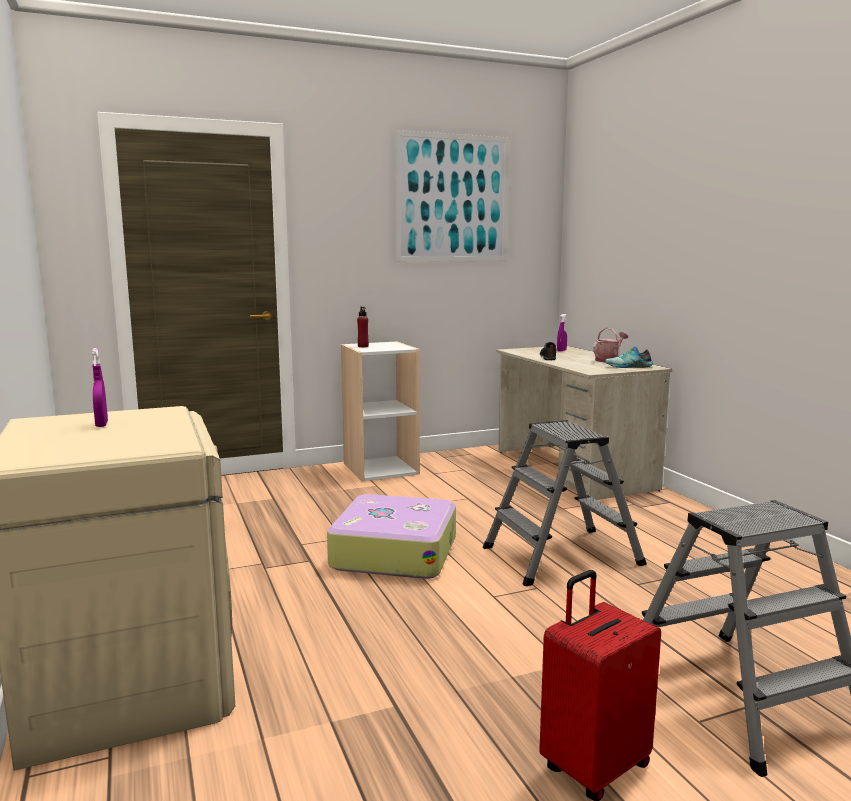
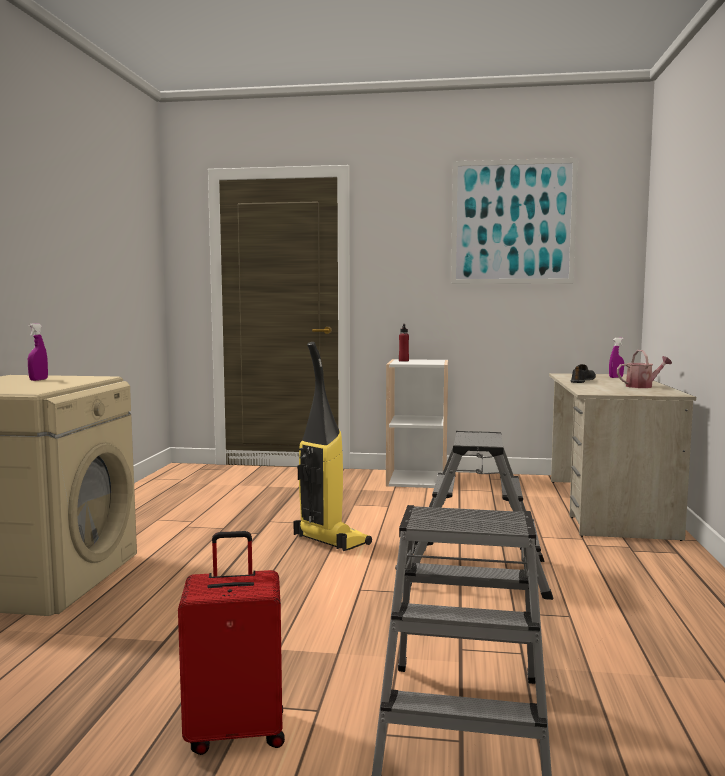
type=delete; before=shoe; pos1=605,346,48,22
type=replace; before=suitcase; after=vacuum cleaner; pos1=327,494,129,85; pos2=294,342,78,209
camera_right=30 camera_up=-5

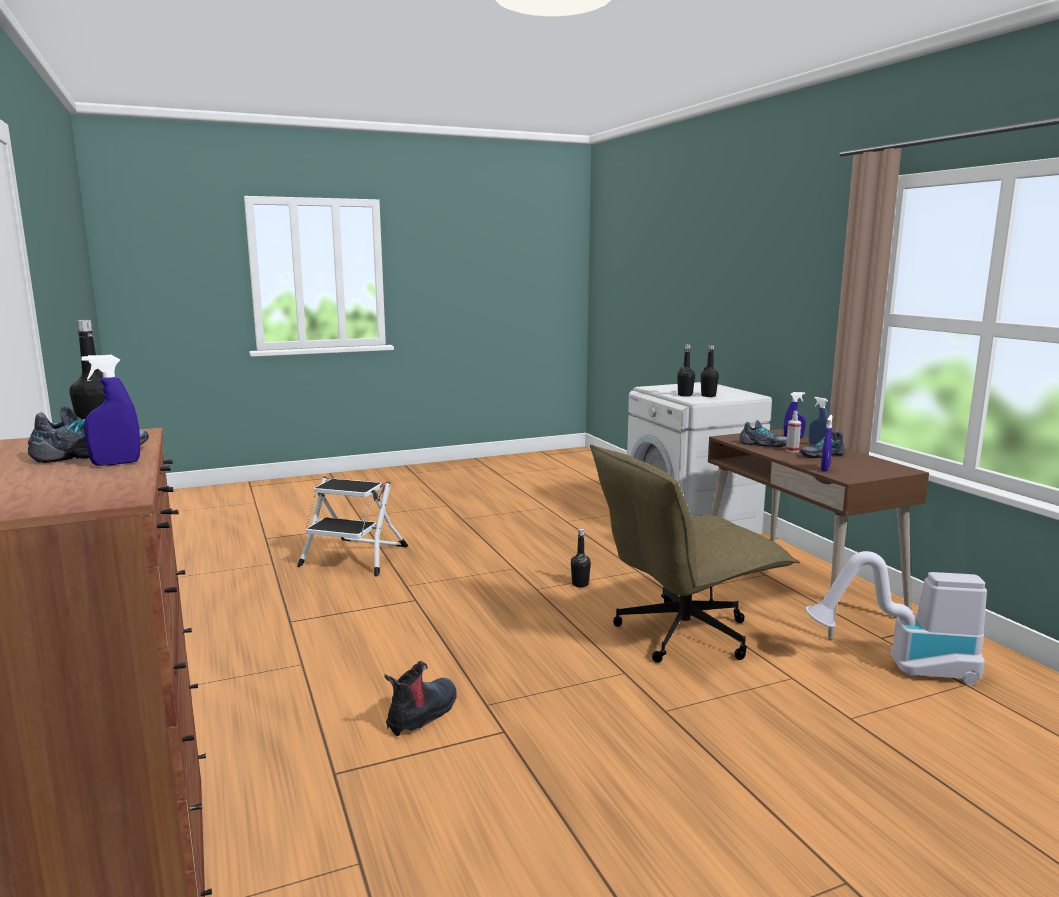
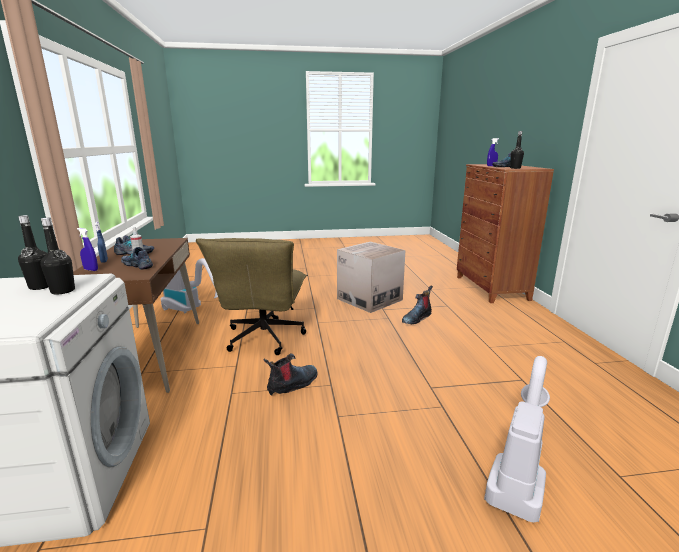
type=delete; before=blue spray bottle; pos1=821,415,12,57
type=rotate; before=beige office chair; pos1=590,444,210,219; pos2=196,238,112,117; turn=105
type=replace; before=step ladder; after=vacuum cleaner; pos1=297,476,111,100; pos2=484,356,66,166
type=replace; before=black bottle; after=boot; pos1=571,529,20,58; pos2=264,353,54,42
type=insert; after=cardboard box; pos2=337,242,69,71
camera_right=-165 camera_up=5

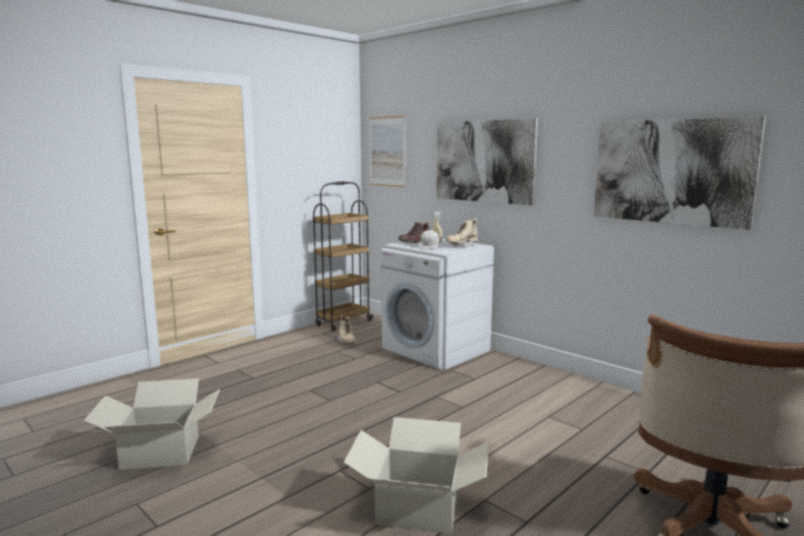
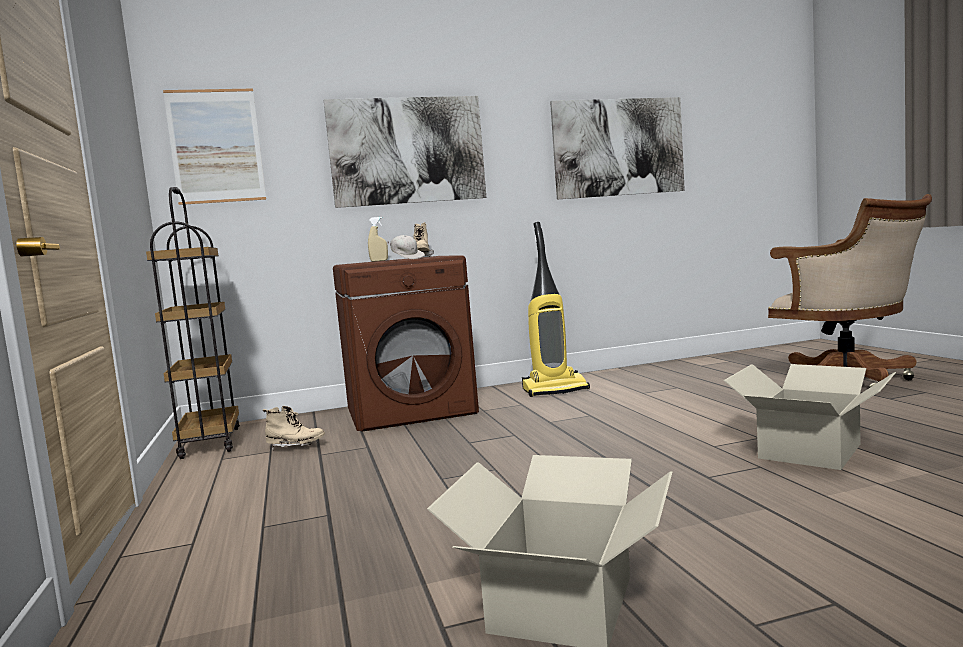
type=delete; before=brown boot; pos1=398,222,31,21
type=recolor; before=white washing machine; after=brown washing machine; pos1=381,238,113,132; pos2=333,255,146,177
type=insert; after=vacuum cleaner; pos2=522,222,68,175
camera_right=-60 camera_up=-5

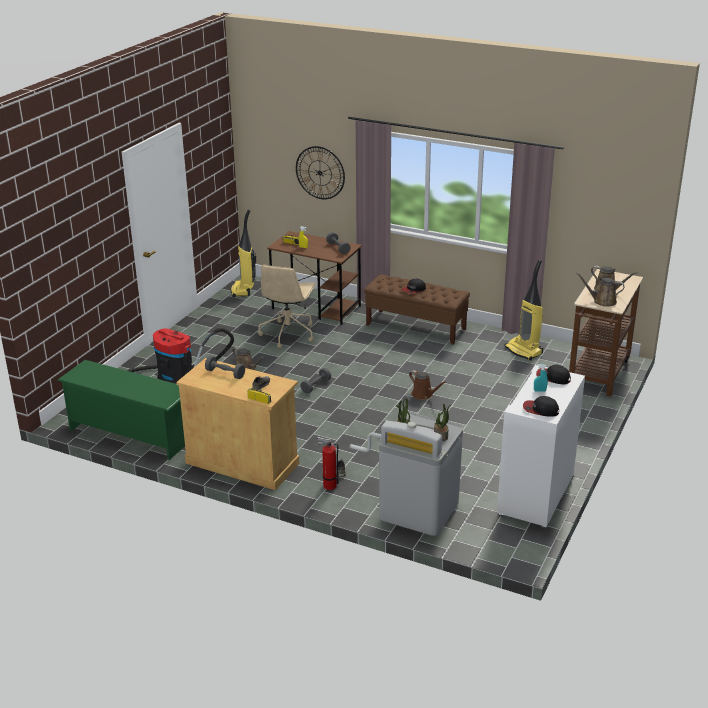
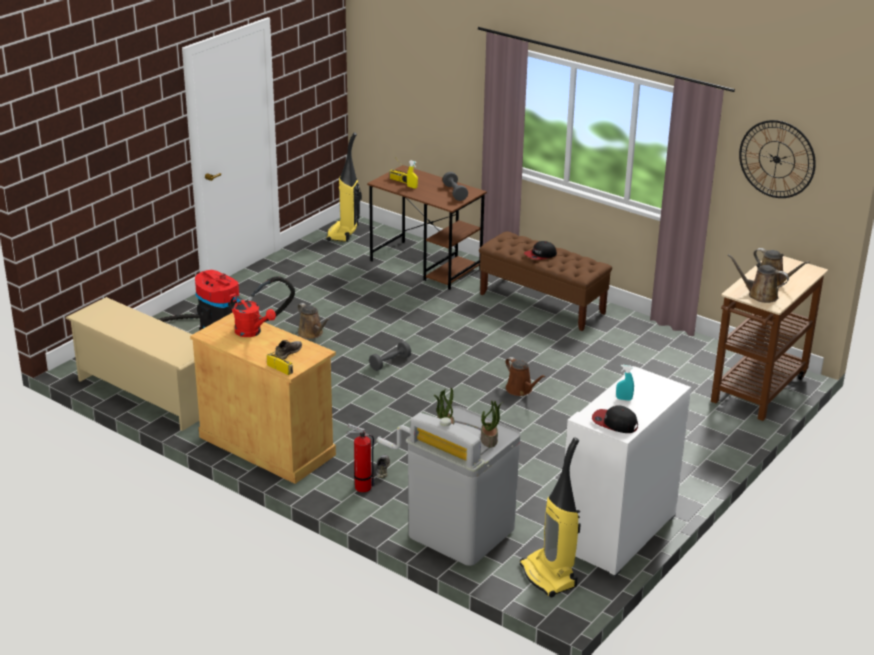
type=move; before=wall clock; pos1=296,146,49,53; pos2=739,120,77,78
type=move; before=vacuum cleaner; pos1=504,260,39,101; pos2=520,437,61,160
type=delete; before=beige office chair; pos1=258,265,59,83
type=replace; before=grey dumbbell; after=red watering can; pos1=205,356,40,23; pos2=230,295,46,42
type=recolor; before=green shoe rack; after=beige shoe rack; pos1=57,360,128,100; pos2=66,297,133,134
type=delete; before=cap; pos1=536,365,35,19
camera_right=10 camera_up=0

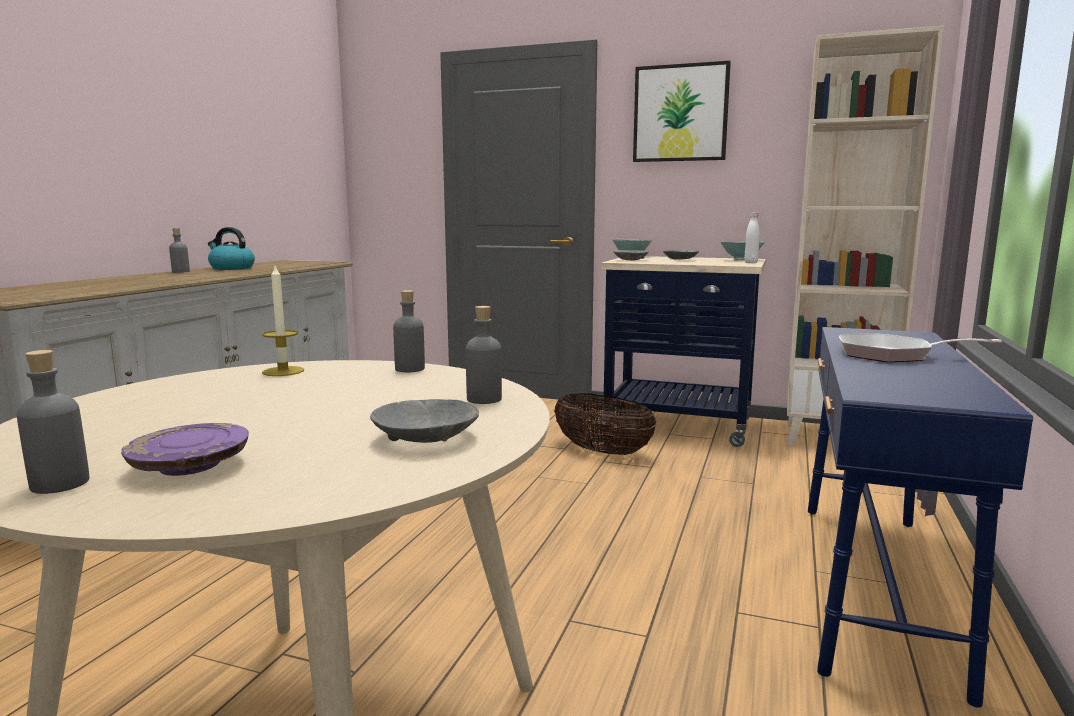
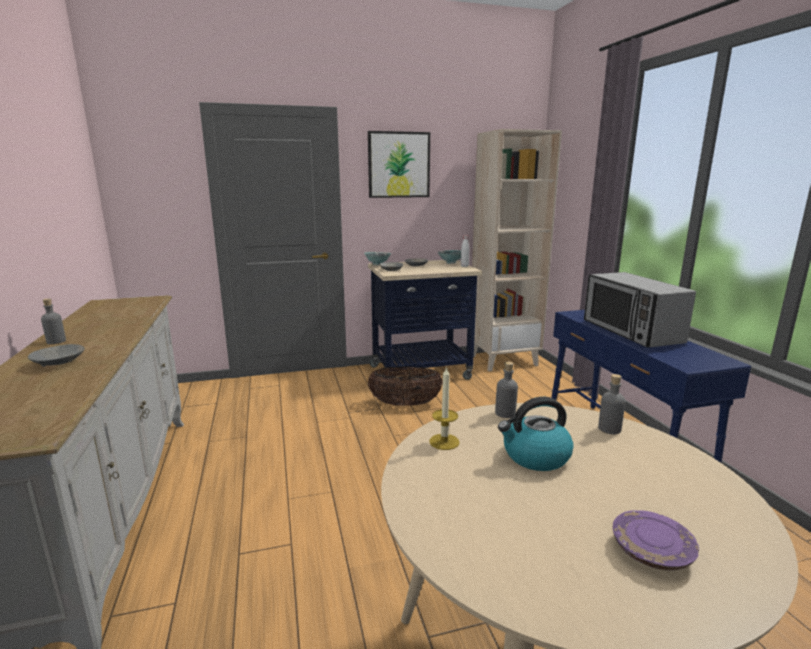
type=move; before=kettle; pos1=208,227,47,43; pos2=498,397,76,74
type=replace; before=frying pan; after=microwave; pos1=839,333,163,29; pos2=584,272,112,76
type=delete; before=grey bottle; pos1=17,350,73,144
type=move; before=grey bowl; pos1=370,399,109,44; pos2=28,344,57,23
camera_right=-35 camera_up=5

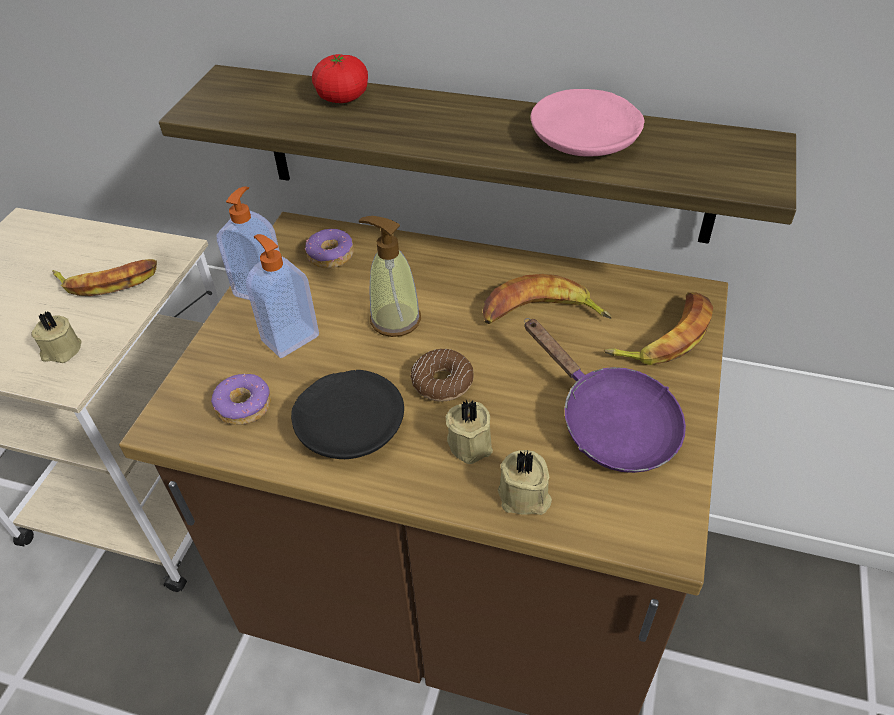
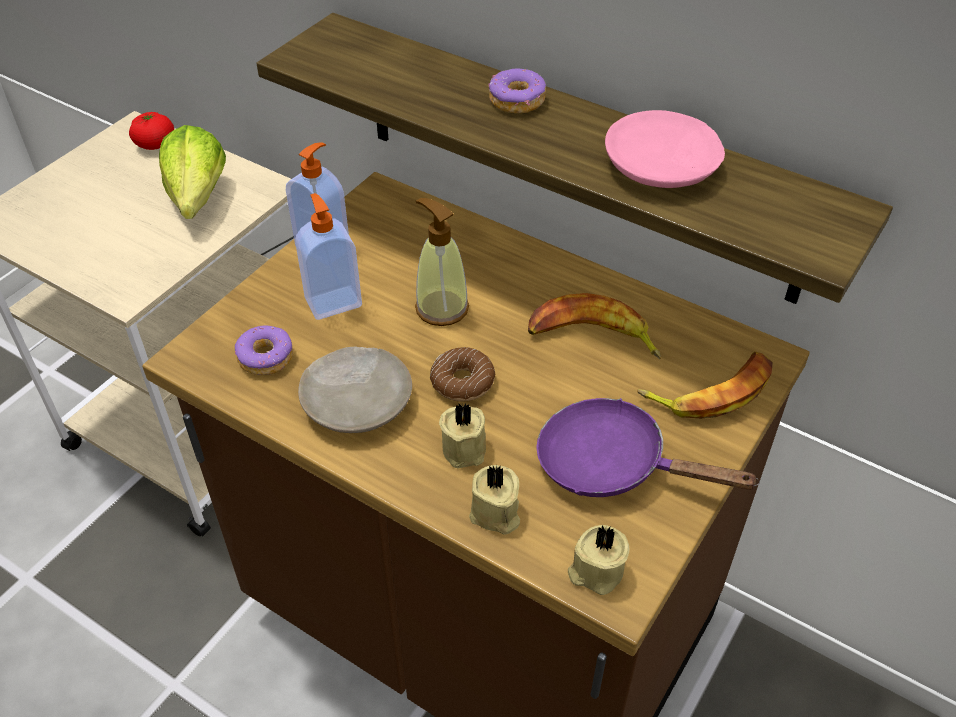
type=move; before=tomato; pos1=312,54,56,49; pos2=129,112,45,38
type=move; before=donut; pos1=305,229,49,39; pos2=488,68,58,45
type=replace; before=banana; after=lettuce; pos1=52,259,105,37; pos2=159,125,67,94
type=move; before=beige candle; pos1=31,311,51,52; pos2=568,525,61,70
type=rotate; before=purple frying pan; pos1=524,318,162,155; pos2=536,398,224,99; turn=135
type=recolor; before=black plate; after=beige plate; pos1=291,370,113,89; pos2=298,347,114,86
camera_right=15 camera_up=0

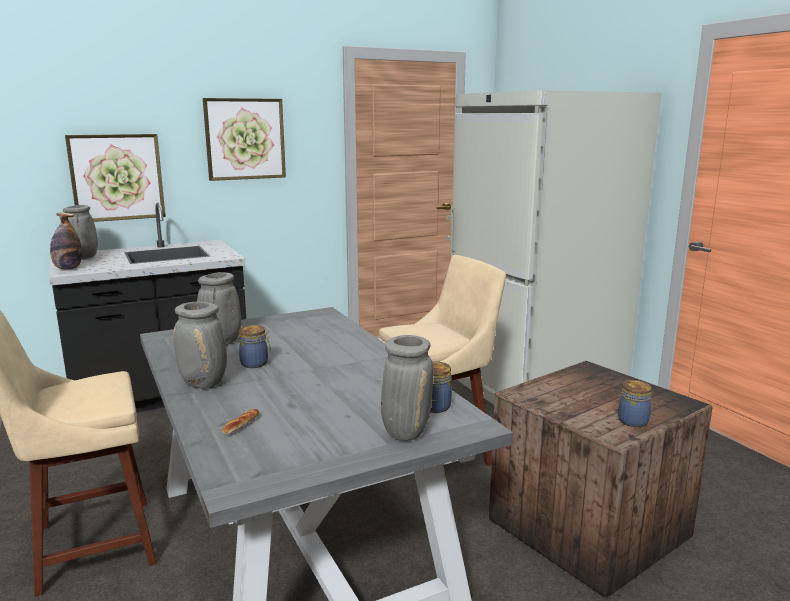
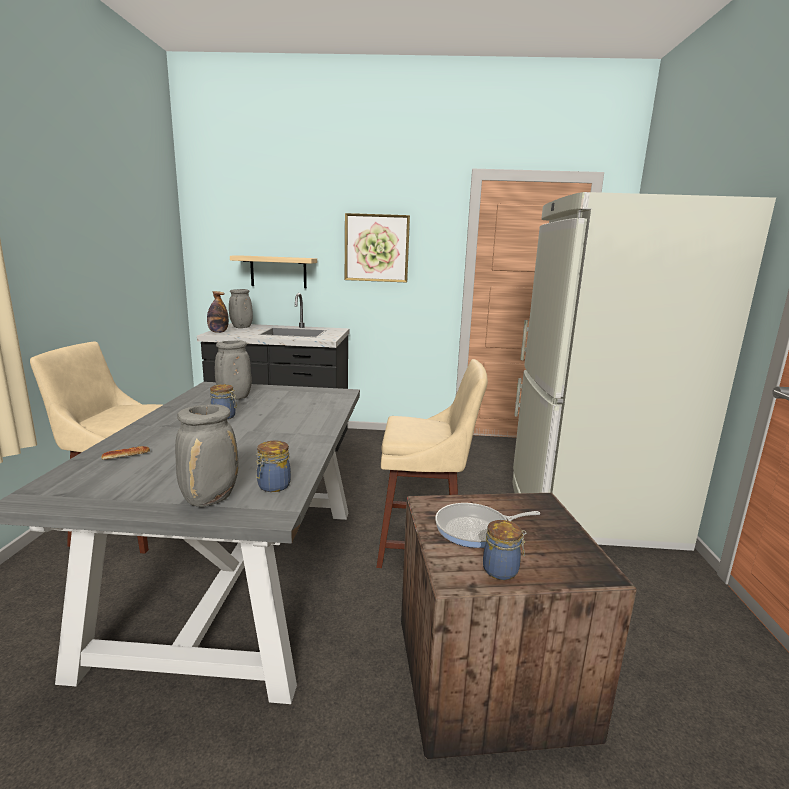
type=replace; before=picture; after=shelf; pos1=65,134,101,88; pos2=230,255,87,33
type=delete; before=grey vase; pos1=173,302,54,86
type=insert; after=frying pan; pos2=435,503,105,45
camera_right=30 camera_up=0

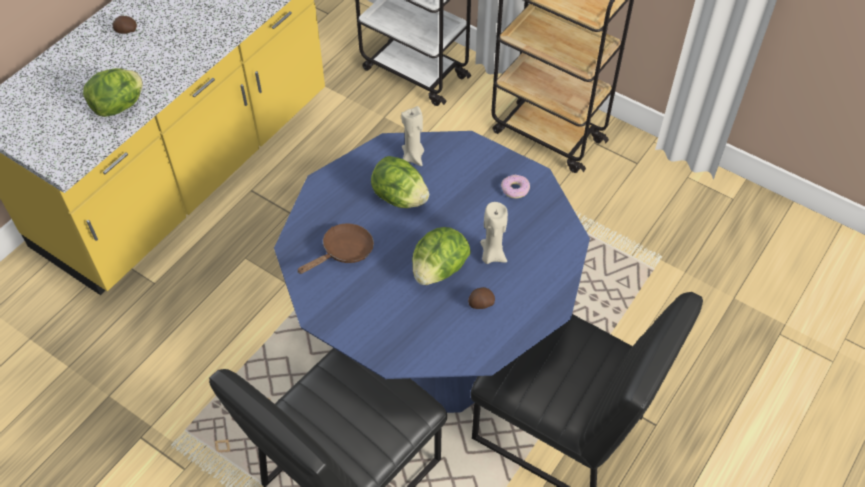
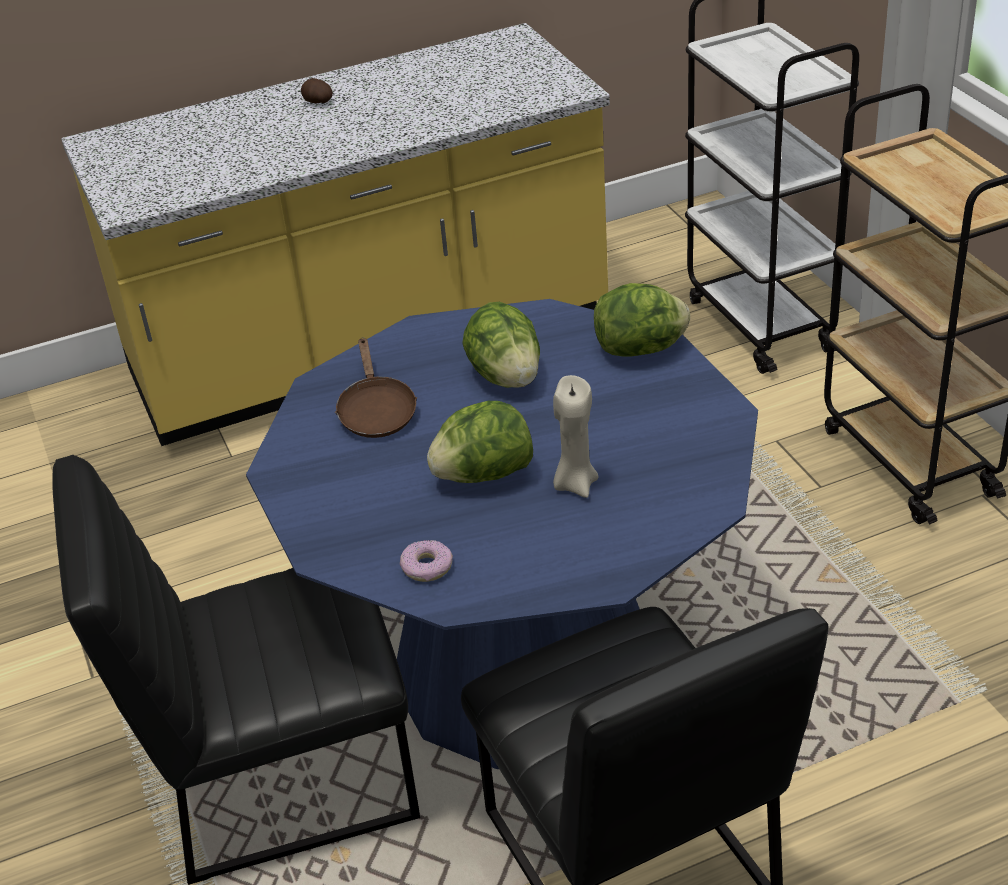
type=move; before=lettuce; pos1=83,68,60,49; pos2=594,283,96,74
type=delete; before=beige candle; pos1=401,106,23,60
type=move; before=donut; pos1=501,175,29,24; pos2=400,540,53,42
type=rotate; before=brown frying pan; pos1=297,224,77,50; pos2=335,337,82,101; turn=90
type=delete; before=potato; pos1=468,287,27,22
camera_right=35 camera_up=-15

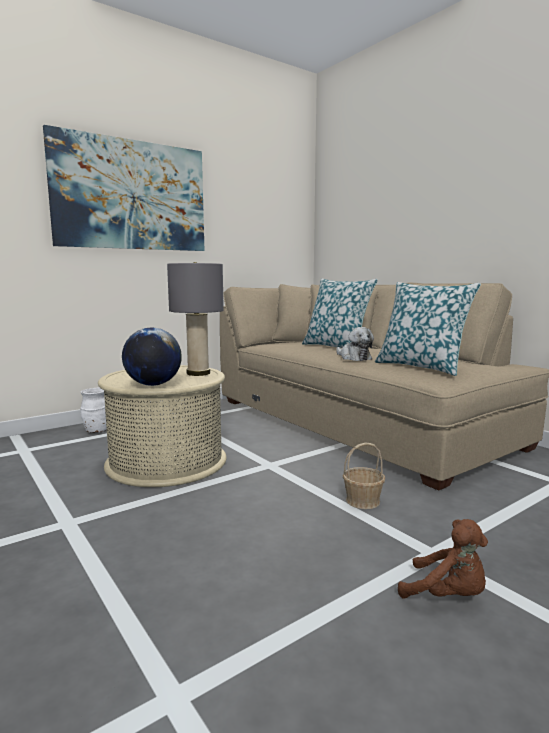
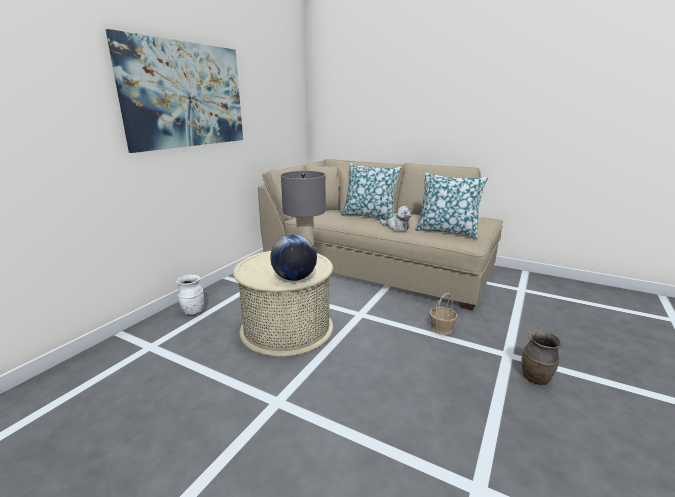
type=replace; before=brown plush toy; after=brown vase; pos1=398,519,90,79; pos2=521,330,41,55
camera_right=-25 camera_up=10

